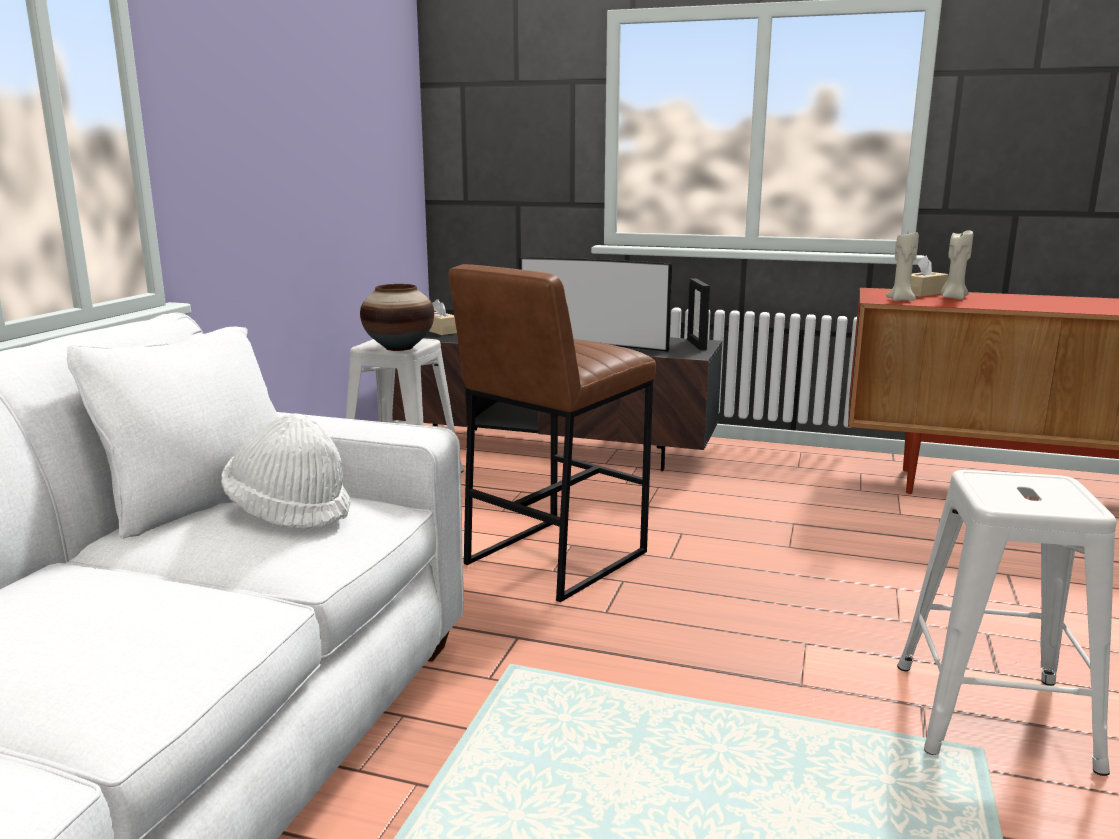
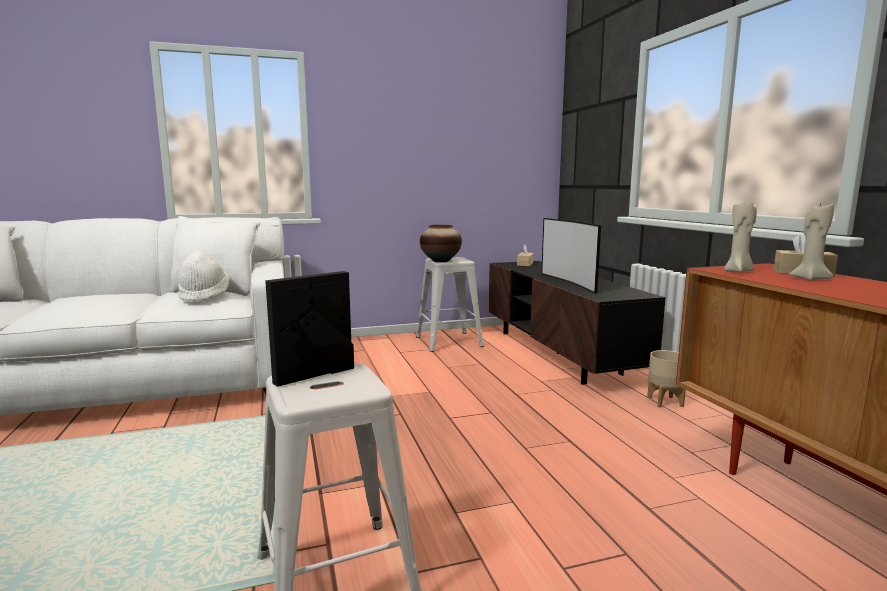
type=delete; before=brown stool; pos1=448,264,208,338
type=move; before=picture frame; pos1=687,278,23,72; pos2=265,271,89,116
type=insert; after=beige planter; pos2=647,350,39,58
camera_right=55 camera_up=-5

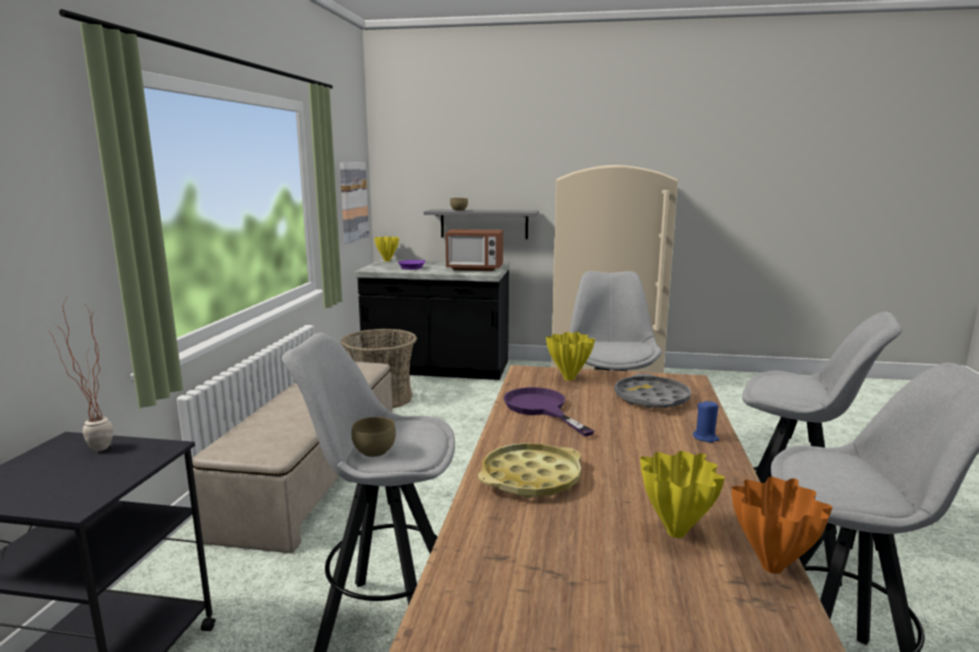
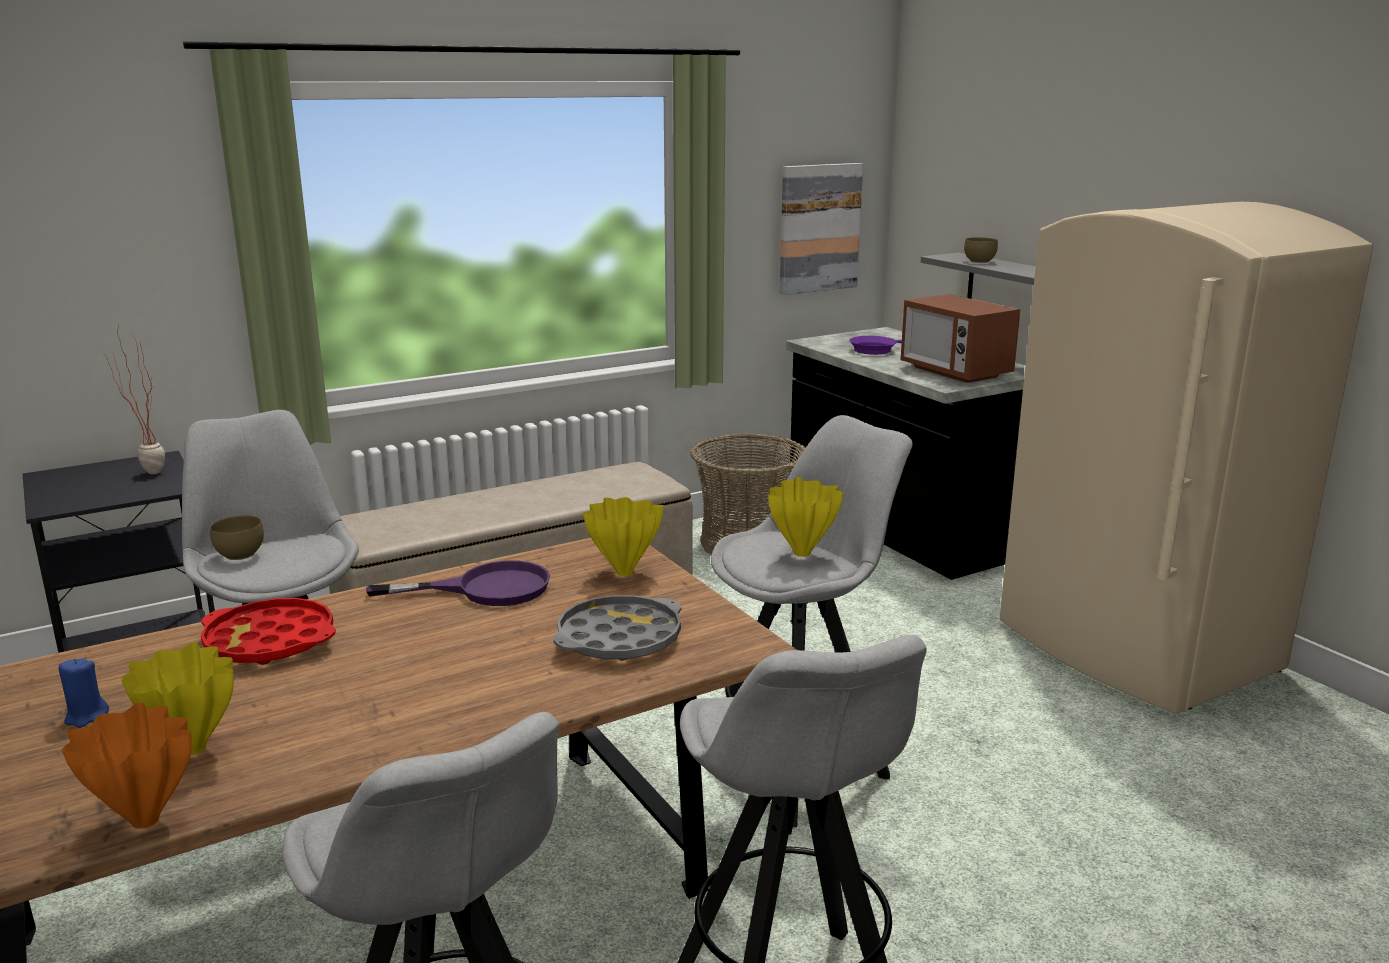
type=move; before=yellow vase; pos1=374,236,25,26; pos2=768,477,76,80
type=rotate; before=purple frying pan; pos1=504,387,90,50; pos2=366,561,184,45; turn=60
type=move; before=blue candle; pos1=693,401,27,42; pos2=59,658,50,70
type=recolor; before=yellow tray; after=red tray; pos1=478,443,103,55; pos2=201,598,135,67
camera_right=50 camera_up=5

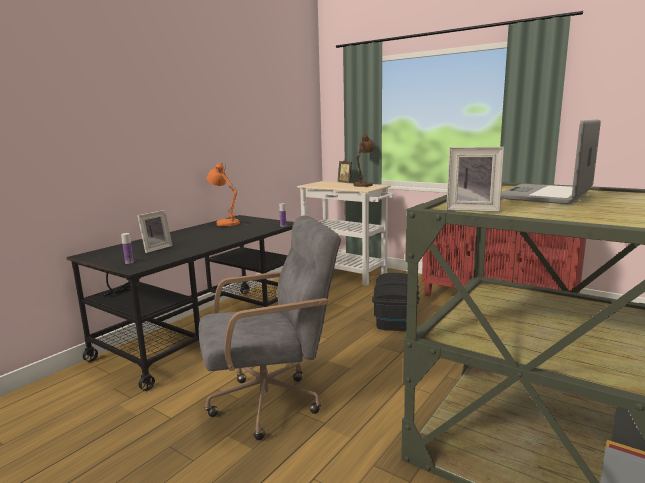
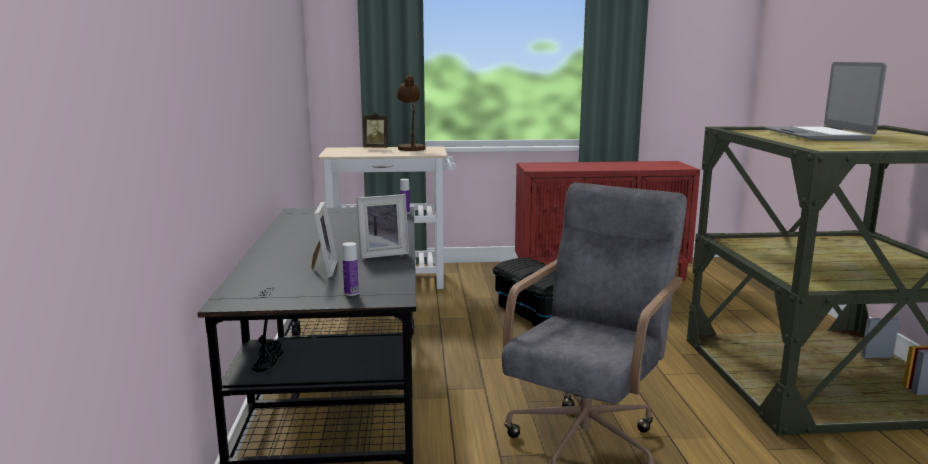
type=move; before=picture frame; pos1=446,147,58,65; pos2=356,194,53,65
type=delete; before=orange table lamp; pos1=207,163,37,63
camera_right=-40 camera_up=0

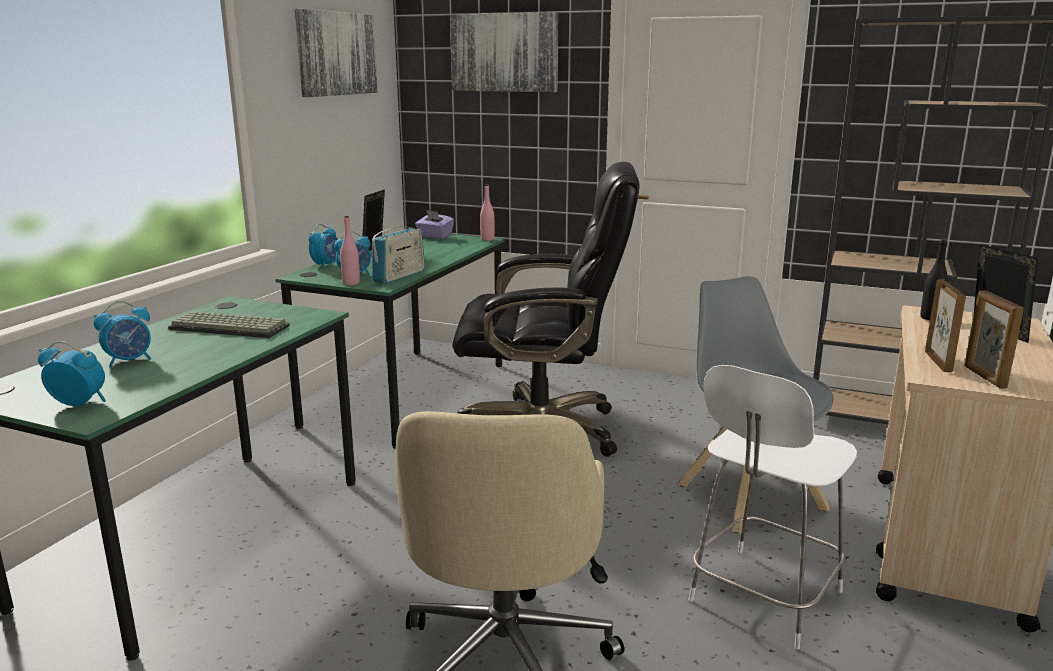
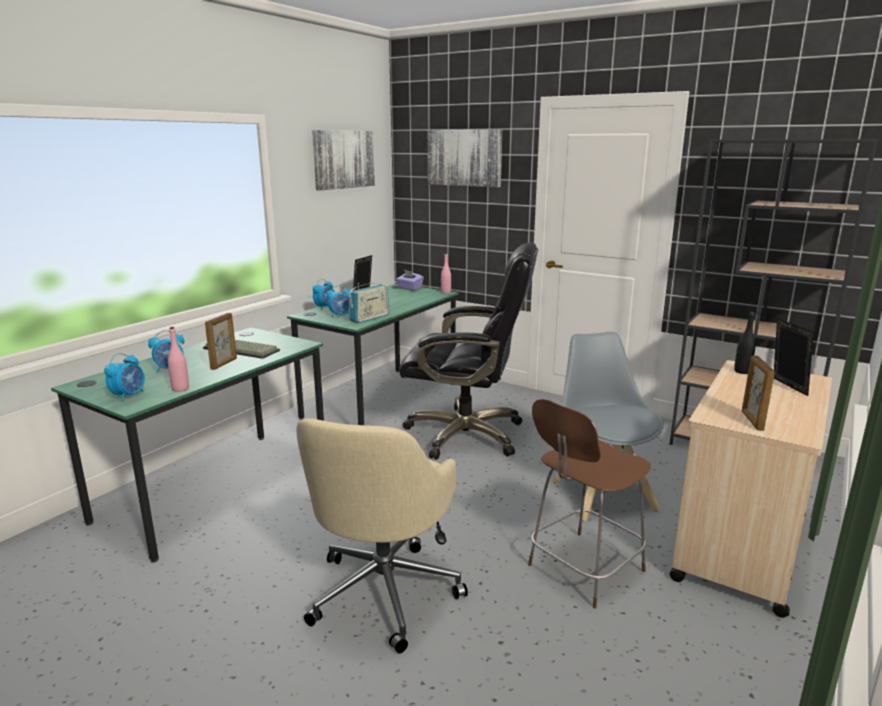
type=move; before=pink bottle; pos1=340,216,20,69; pos2=168,327,21,65
type=move; before=picture frame; pos1=925,279,41,93; pos2=205,313,32,57
type=rotate; before=alarm clock; pos1=38,341,68,65; pos2=104,353,41,49; turn=90
type=recolor; before=white chair; after=brown chair; pos1=688,365,169,285; pos2=528,399,123,209
camera_right=10 camera_up=0

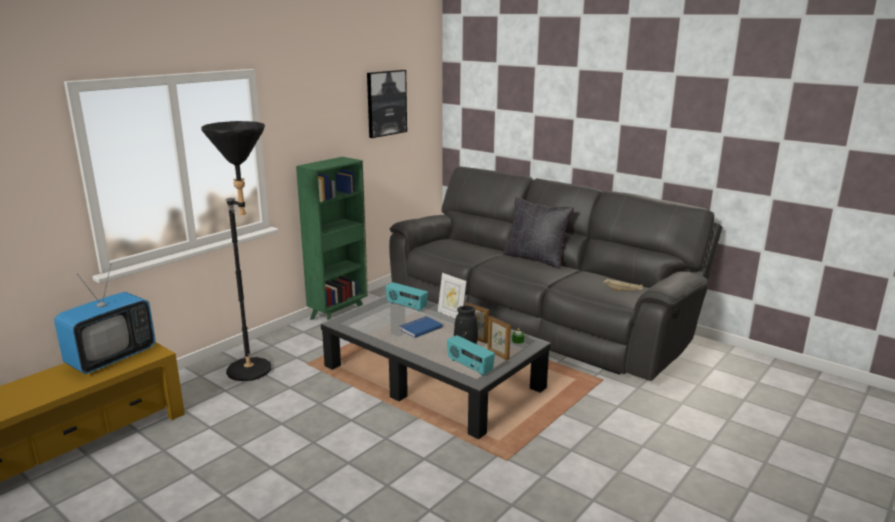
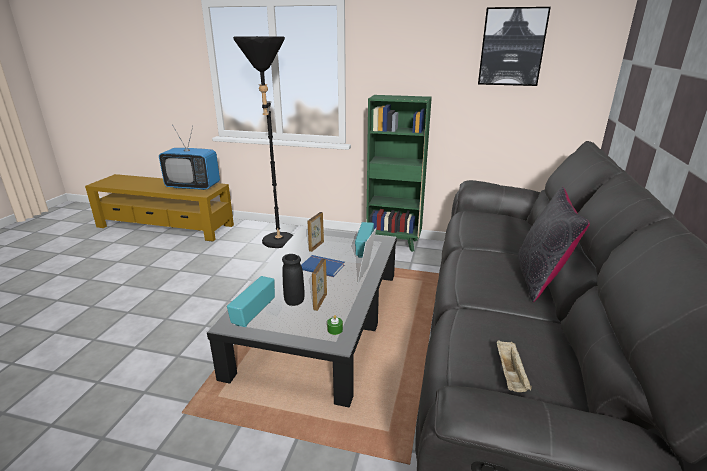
type=move; before=picture frame; pos1=487,316,24,44; pos2=308,212,16,40
camera_right=65 camera_up=5

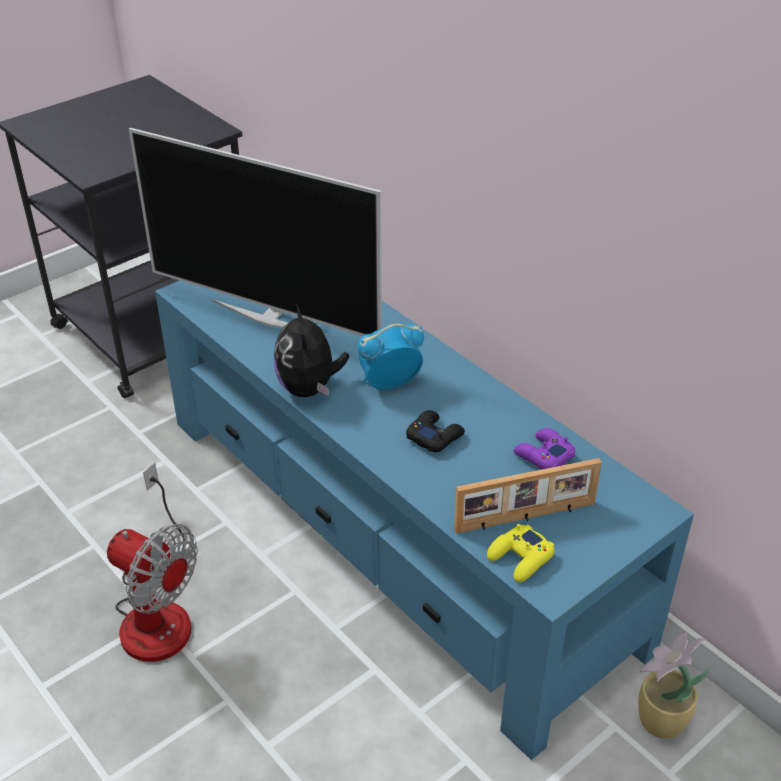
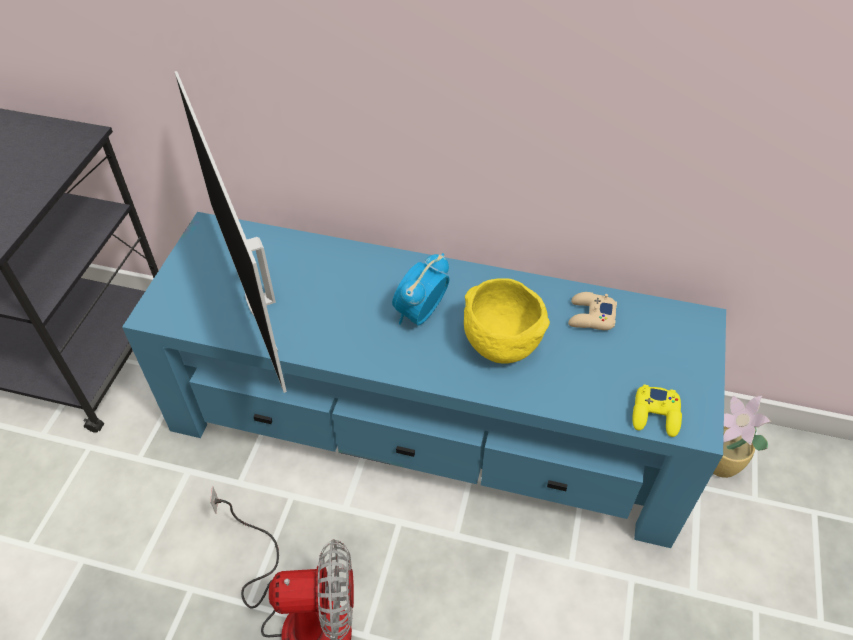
type=rotate; before=television; pos1=129,128,253,209; pos2=175,71,112,322; turn=75
type=delete; before=plush toy; pos1=273,303,76,94
type=replace; before=black game controller; after=yellow bowl; pos1=406,410,59,42; pos2=464,278,86,85
type=recolor; before=purple game controller; after=beige game controller; pos1=514,428,62,42; pos2=568,292,49,38
type=delete; before=picture frame; pos1=454,458,148,75
camera_right=-35 camera_up=10

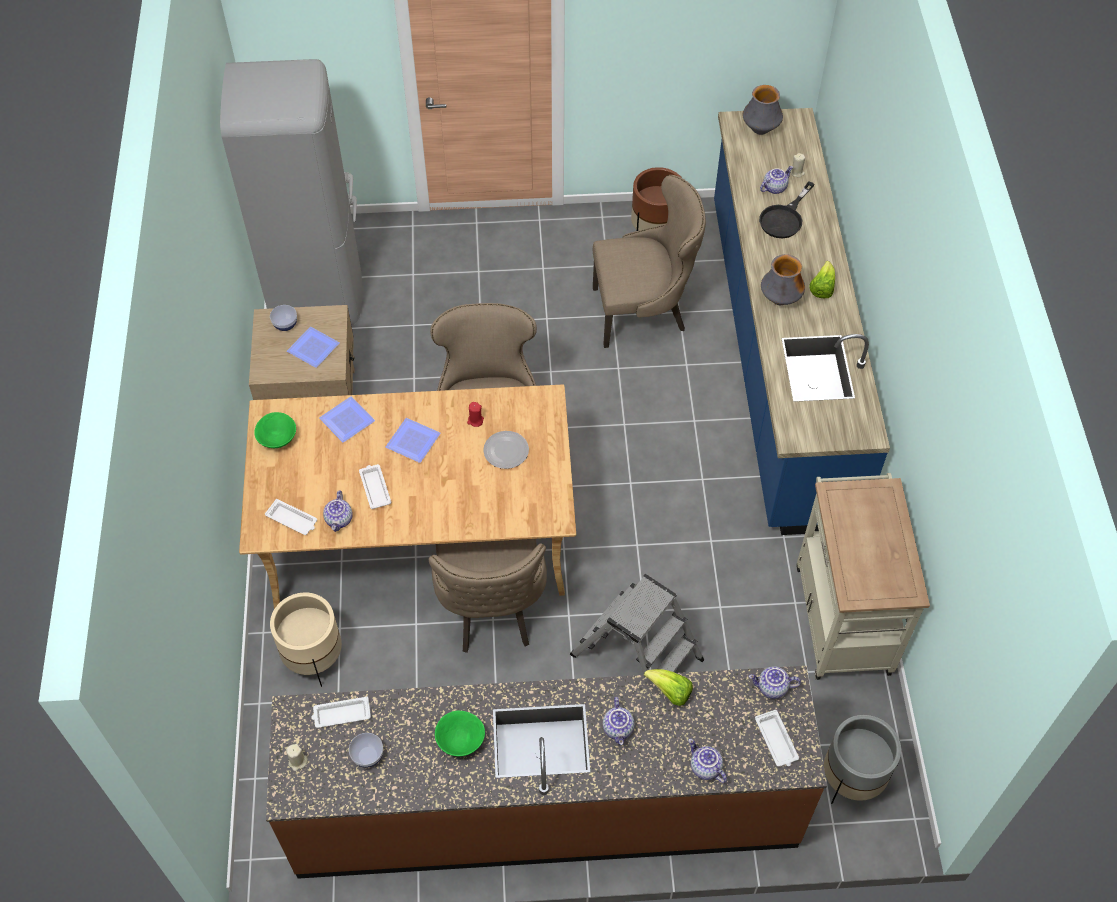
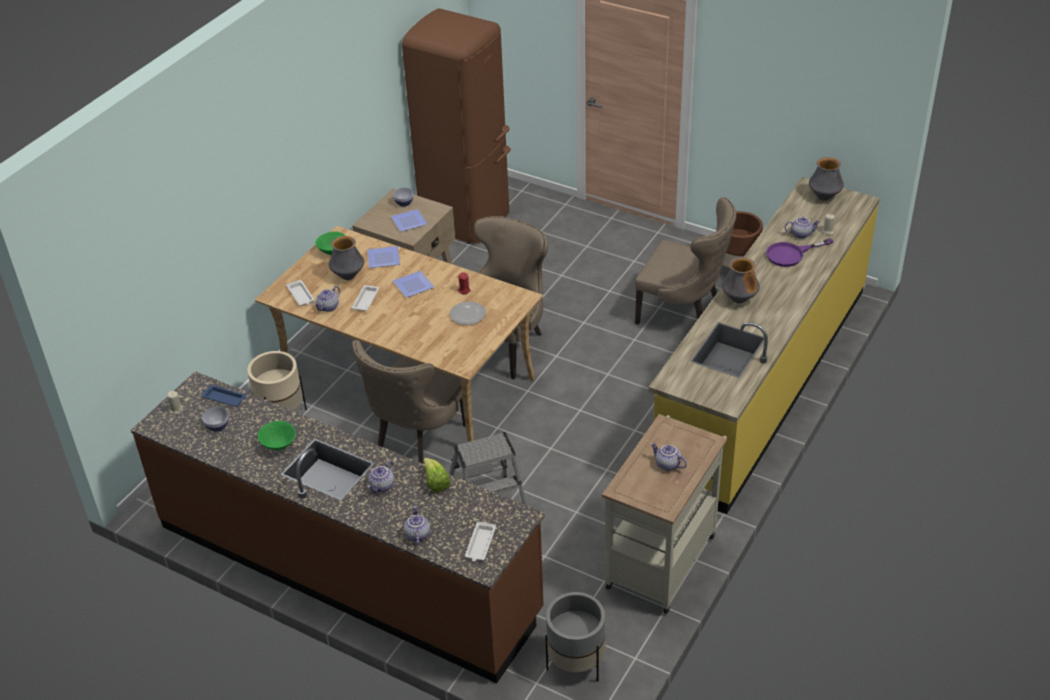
type=recolor; before=grey fridge; after=brown fridge; pos1=220,59,142,267; pos2=402,8,109,236
type=recolor; before=blue counter; after=yellow counter; pos1=714,108,176,427; pos2=648,177,232,337
type=recolor; before=black frying pan; after=purple frying pan; pos1=759,181,55,57; pos2=766,238,68,29
type=delete; before=lettuce; pos1=809,261,26,37
type=move; before=teapot; pos1=749,666,52,33; pos2=650,442,37,29
type=recolor; before=white tray; after=blue tray; pos1=311,696,60,32; pos2=202,385,44,22
type=insert; after=vase; pos2=329,236,35,44
camera_right=35 camera_up=-15

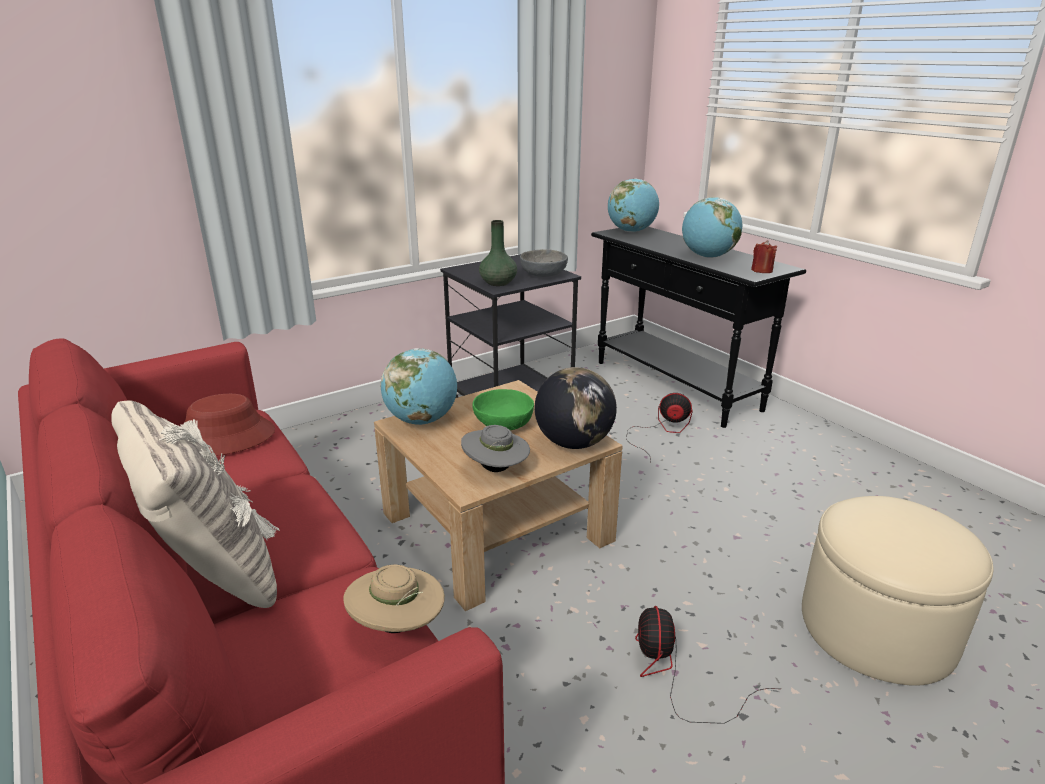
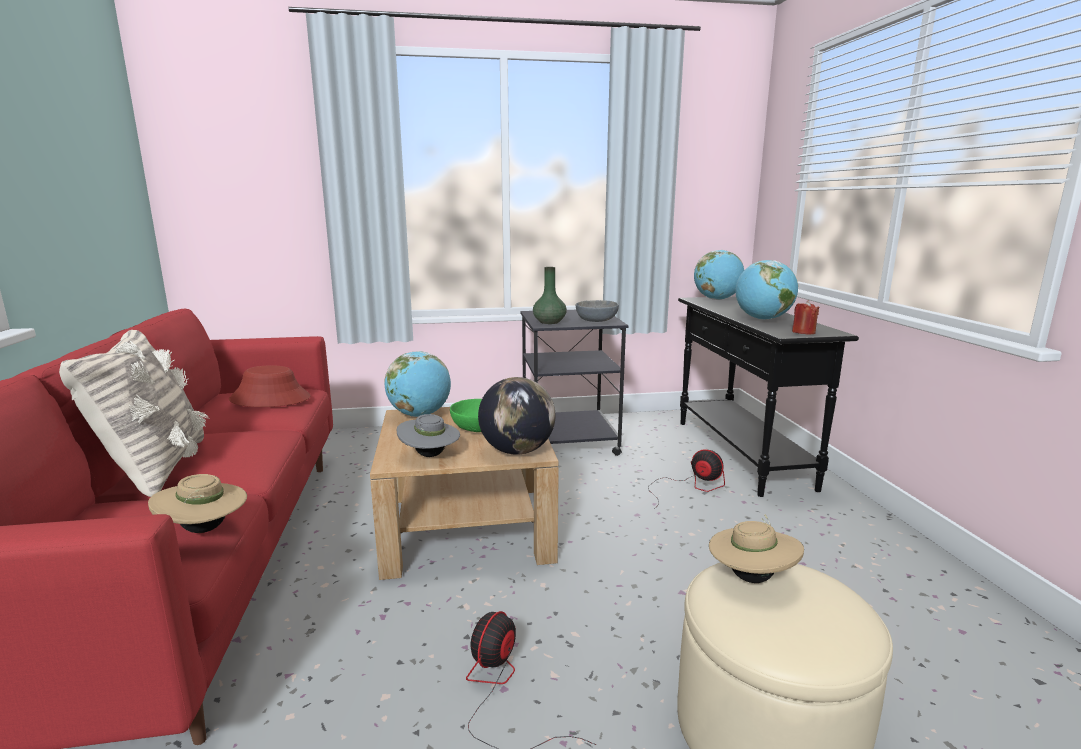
type=insert; after=beige hat; pos2=709,515,95,68
camera_right=25 camera_up=-10

